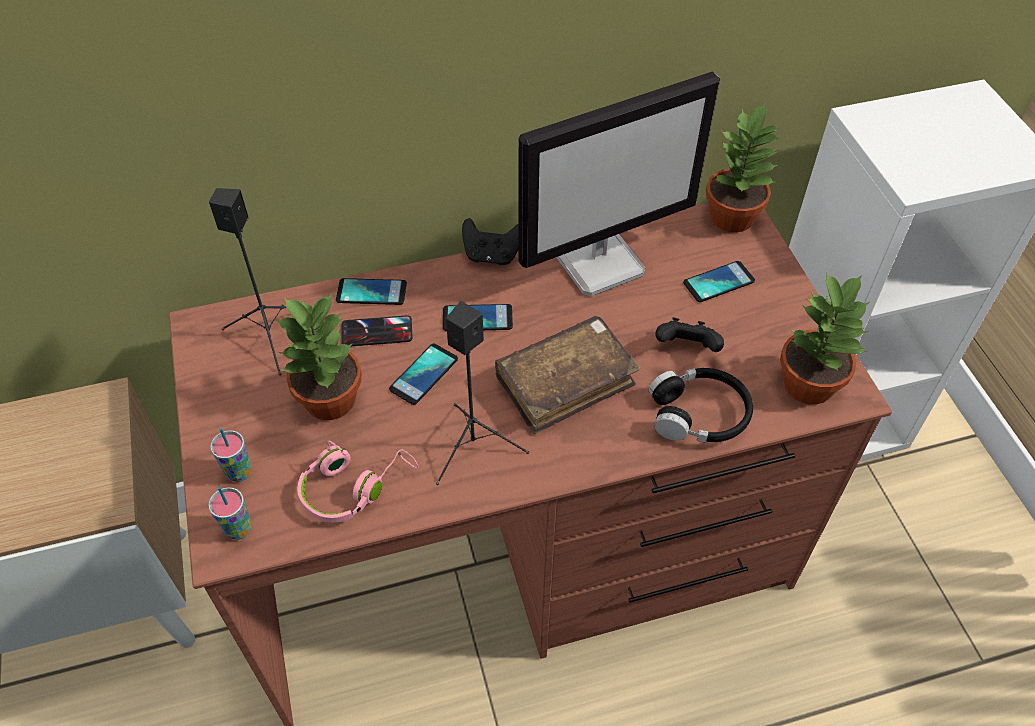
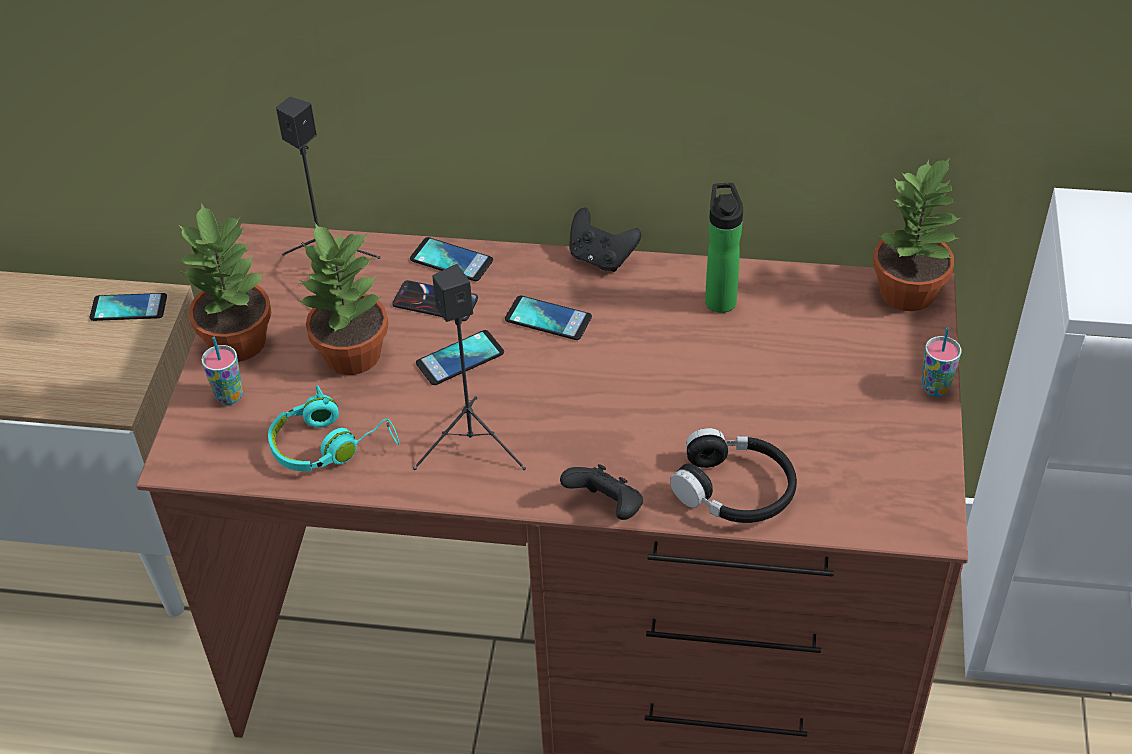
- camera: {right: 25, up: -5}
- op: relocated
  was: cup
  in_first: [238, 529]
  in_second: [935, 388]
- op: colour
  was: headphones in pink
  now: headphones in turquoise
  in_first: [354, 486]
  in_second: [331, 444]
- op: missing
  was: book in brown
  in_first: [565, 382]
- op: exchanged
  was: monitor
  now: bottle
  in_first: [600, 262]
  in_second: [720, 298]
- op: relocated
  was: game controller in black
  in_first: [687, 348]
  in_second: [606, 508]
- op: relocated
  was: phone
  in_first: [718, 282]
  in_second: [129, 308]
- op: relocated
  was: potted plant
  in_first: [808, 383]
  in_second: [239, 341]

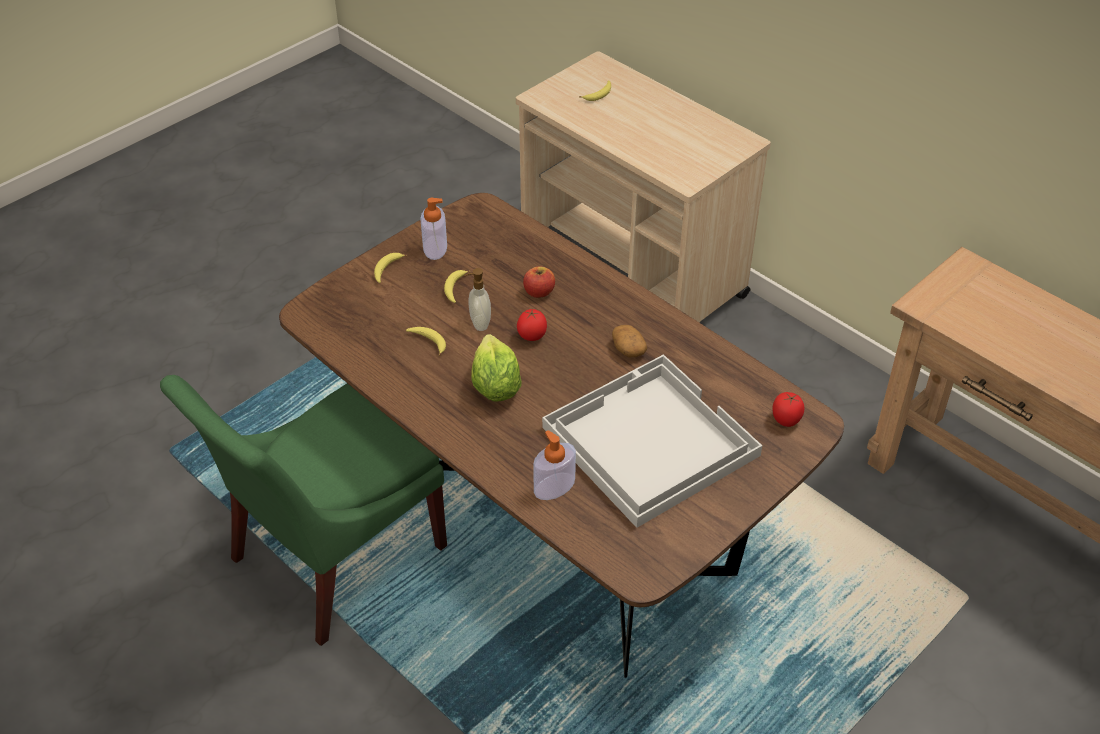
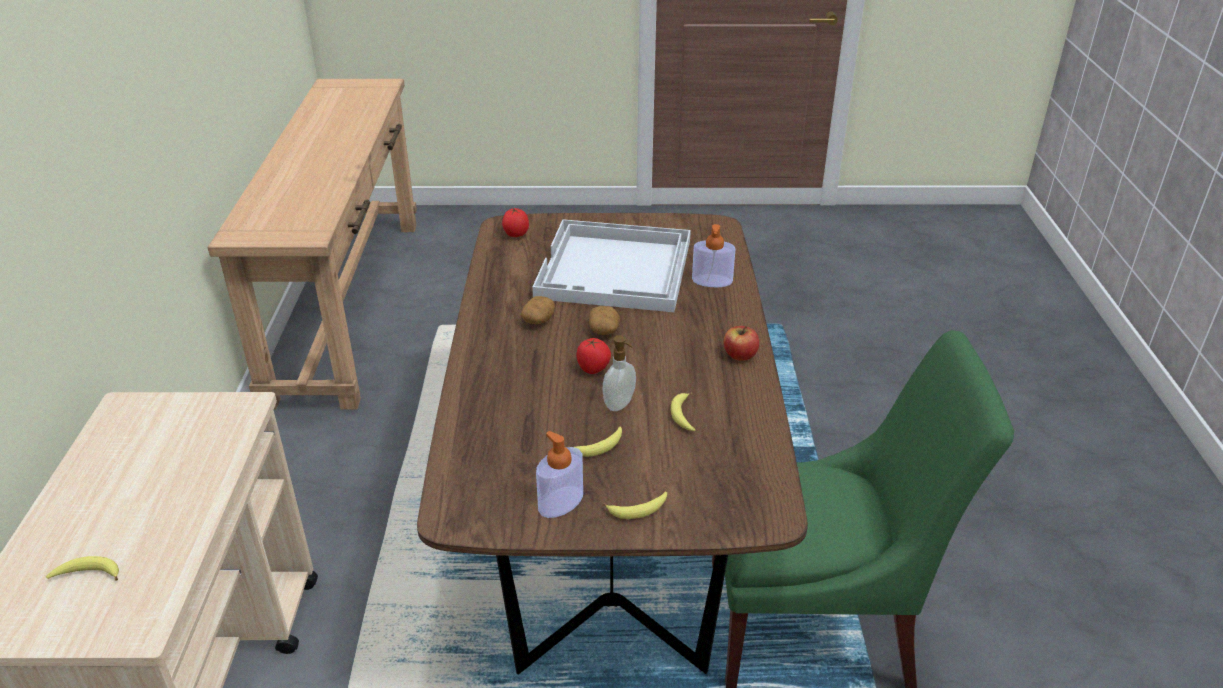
- camera: {right: -135, up: -10}
- op: missing
  was: lettuce
  in_first: [495, 386]
- op: relocated
  was: apple
  in_first: [539, 292]
  in_second: [740, 355]
- op: appeared
  now: potato
  in_second: [604, 330]

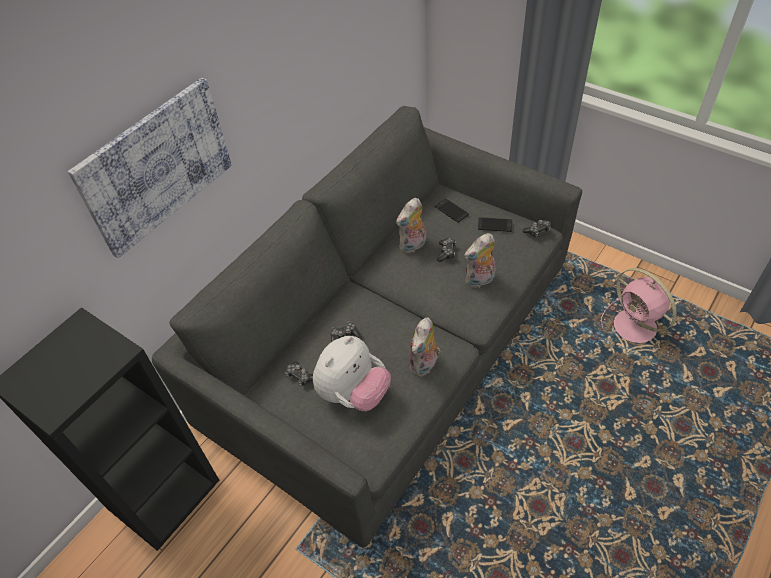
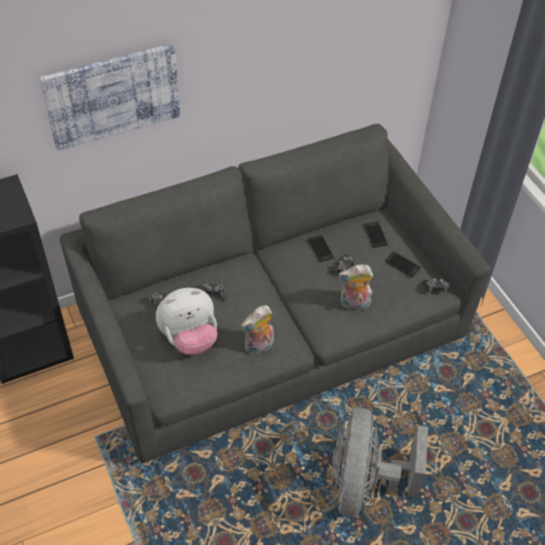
- camera: {right: 25, up: 0}
- op: exchanged
  was: plush toy
  now: phone
  in_first: [413, 246]
  in_second: [320, 248]
- op: missing
  was: fan in pink
  in_first: [636, 328]
- op: appeared
  now: fan in grey
  in_second: [364, 484]

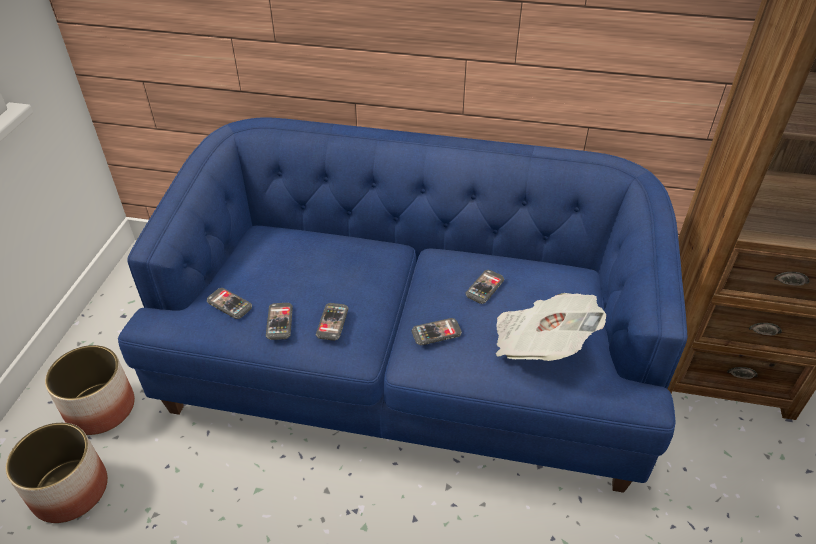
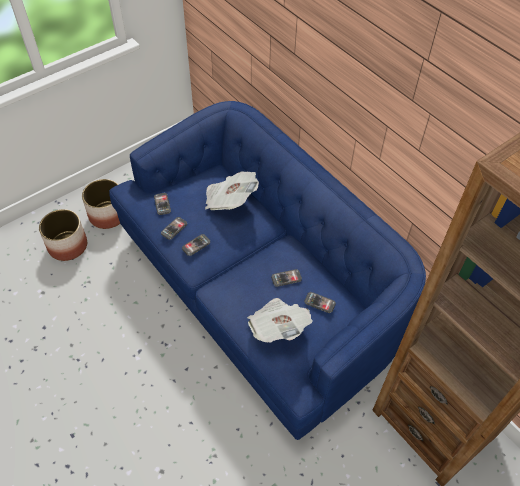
- camera: {right: 40, up: 10}
- op: relocated
  was: phone
  in_first: [436, 333]
  in_second: [319, 303]
- op: appeared
  now: newspaper
  in_second: [230, 200]

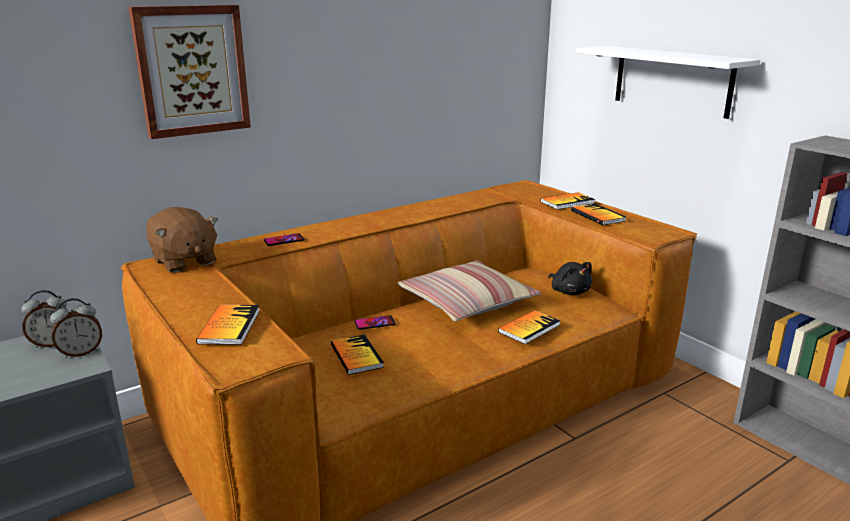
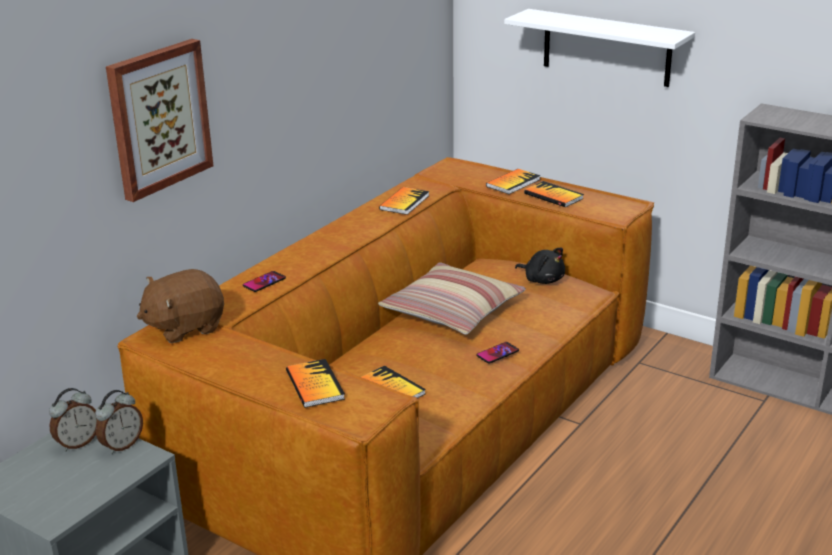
- camera: {right: -20, up: 5}
- op: spun
  was: plush toy in brown
  in_first: [184, 262]
  in_second: [184, 327]
  clockwise: 120
- op: relocated
  was: phone
  in_first: [375, 323]
  in_second: [497, 353]
- op: relocated
  was: book
  in_first: [529, 328]
  in_second: [404, 202]

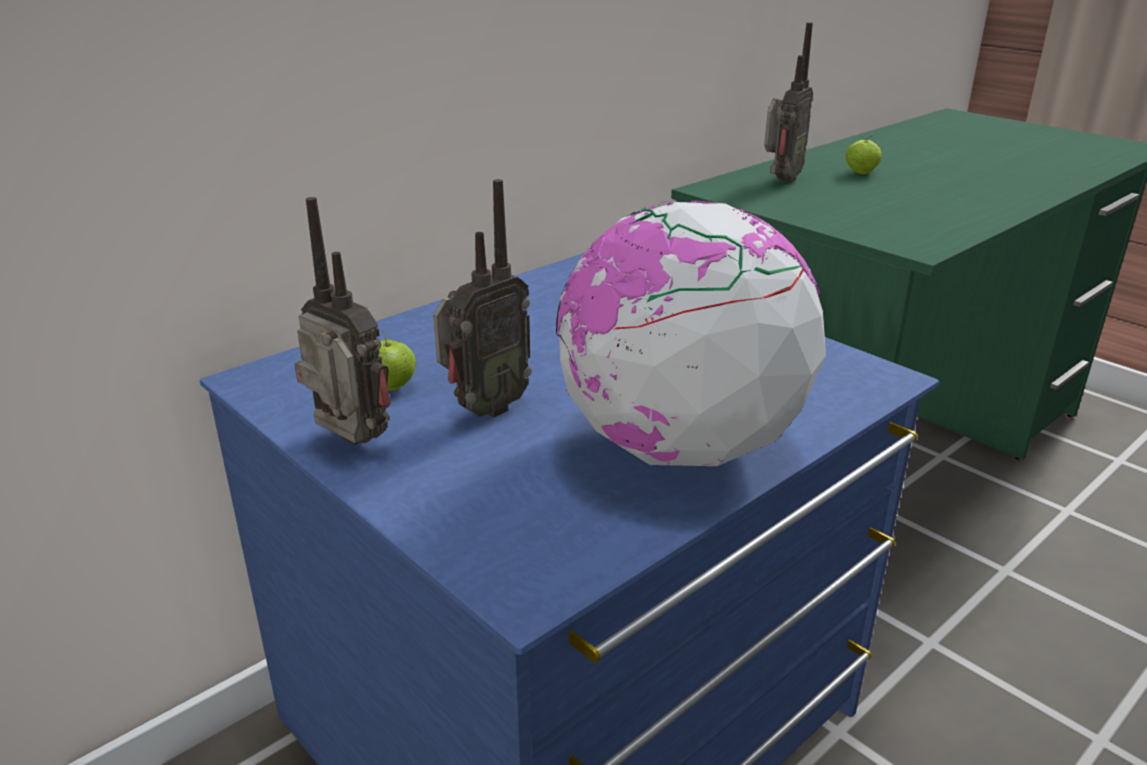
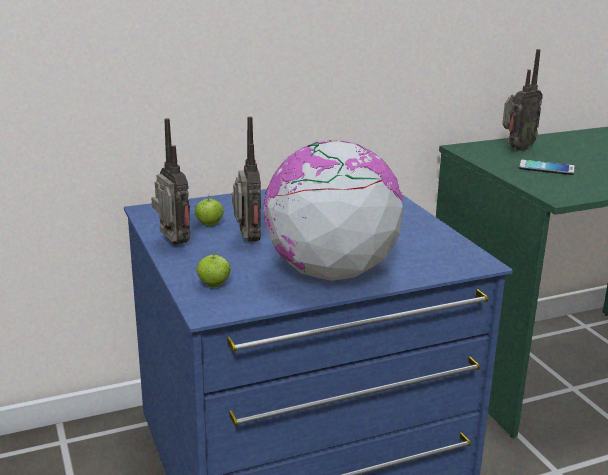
- camera: {right: 20, up: -5}
- op: spun
  was: radio
  in_first: [483, 409]
  in_second: [247, 241]
  clockwise: -75
- op: relocated
  was: apple
  in_first: [860, 173]
  in_second: [214, 284]
- op: appeared
  now: phone
  in_second: [546, 168]

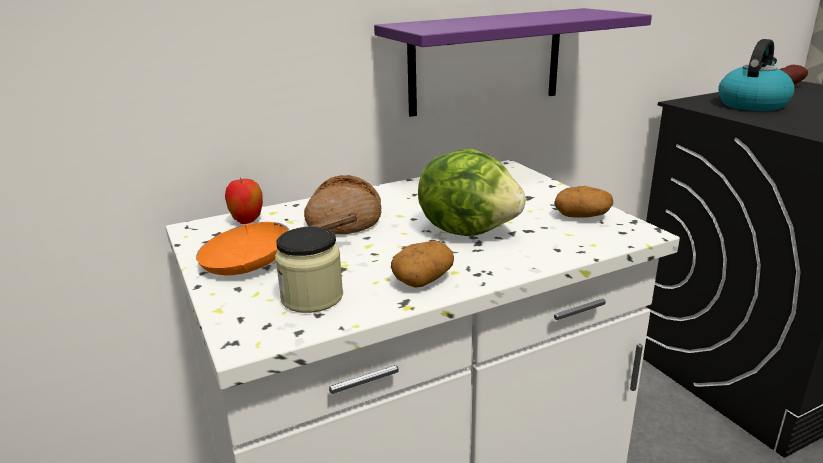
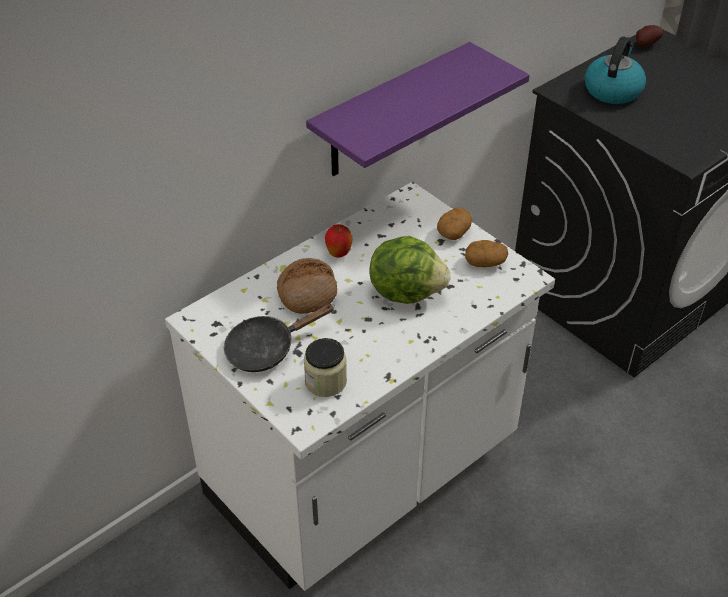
- camera: {right: -15, up: 20}
- op: colour
  was: frying pan in orange
  now: frying pan in black
  in_first: [258, 259]
  in_second: [266, 349]
- op: relocated
  was: apple
  in_first: [247, 221]
  in_second: [339, 254]
- op: relocated
  was: potato
  in_first: [423, 279]
  in_second: [453, 232]

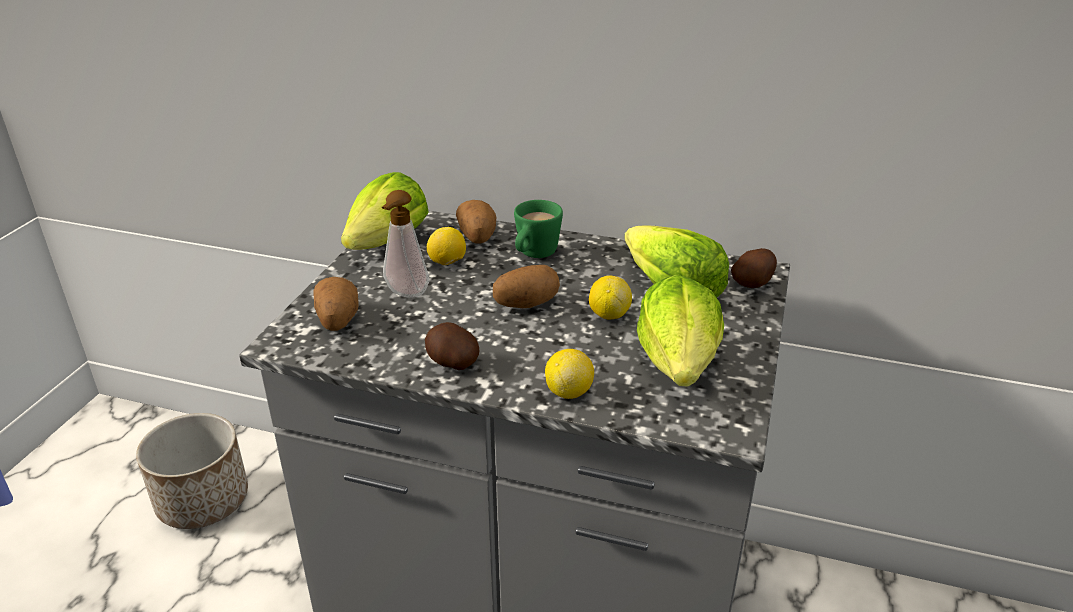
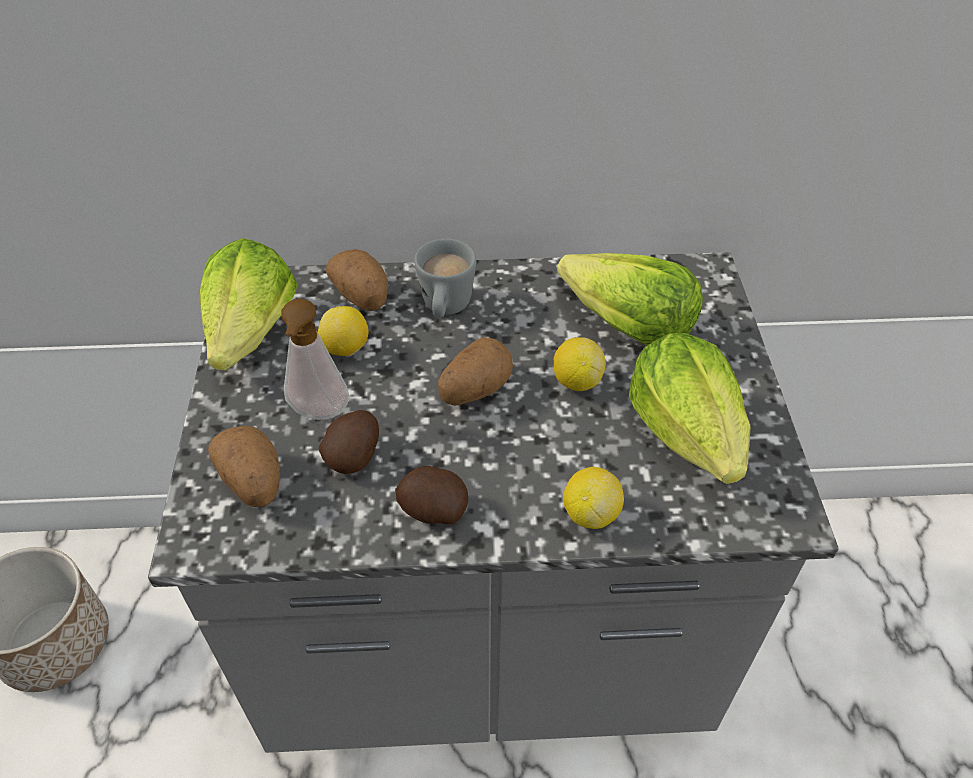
- camera: {right: -20, up: 15}
- op: colour
  was: mug in green
  now: mug in grey
  in_first: [534, 255]
  in_second: [445, 309]
- op: relocated
  was: potato
  in_first: [753, 283]
  in_second: [355, 455]

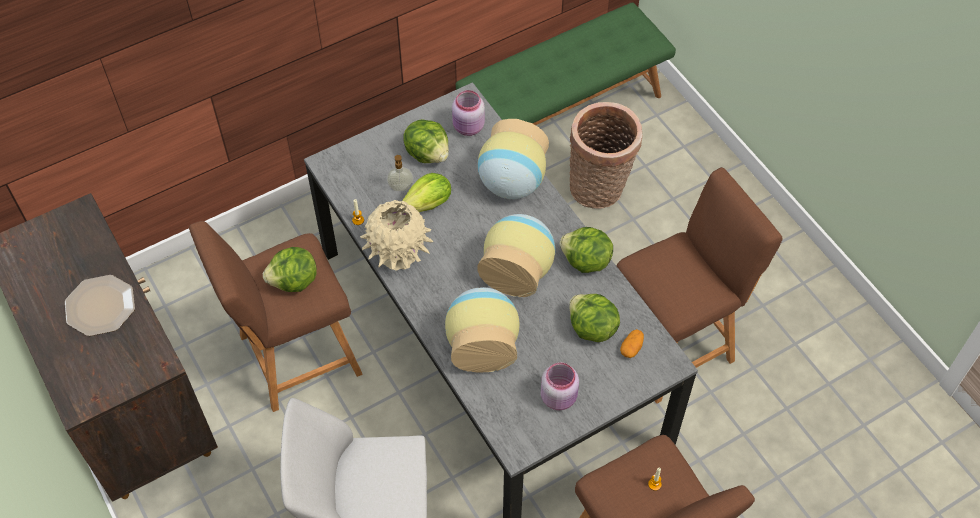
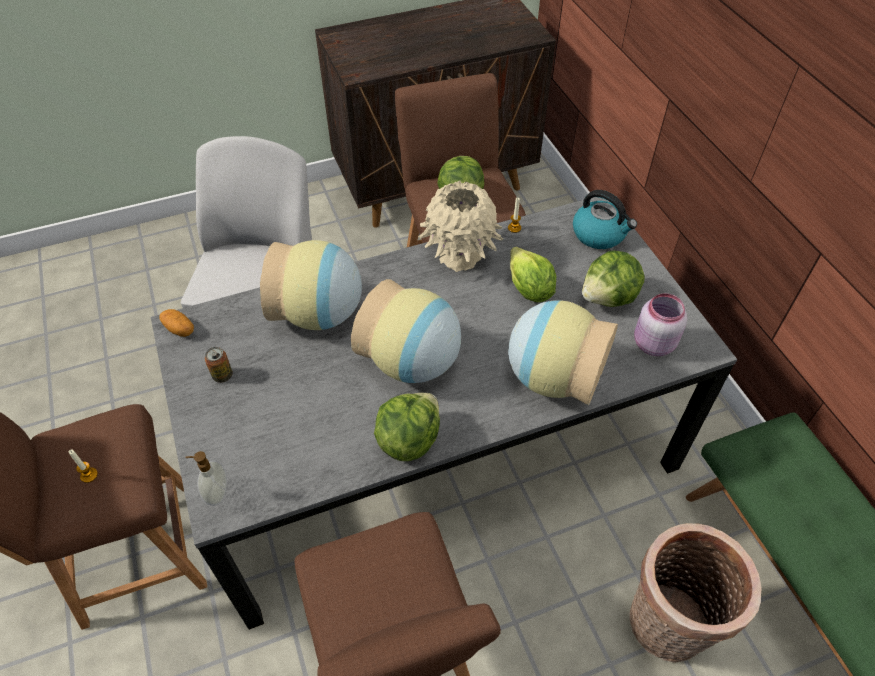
- camera: {right: 100, up: -5}
- op: missing
  was: plate
  in_first: [100, 307]
- op: relocated
  was: soap dispenser
  in_first: [401, 188]
  in_second: [216, 493]
- op: exchanged
  was: jar in pink
  now: can
  in_first: [559, 397]
  in_second: [222, 375]
- op: missing
  was: lettuce
  in_first: [591, 328]
- op: relocated
  was: potato
  in_first: [631, 348]
  in_second: [179, 329]
- op: appeared
  now: kettle
  in_second: [599, 234]

